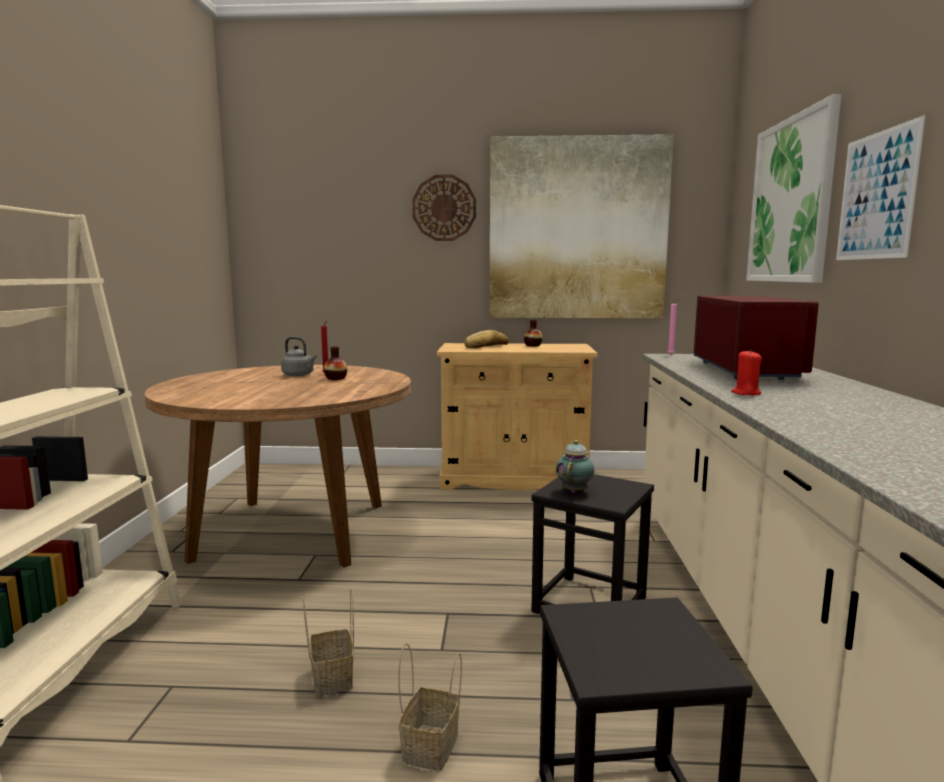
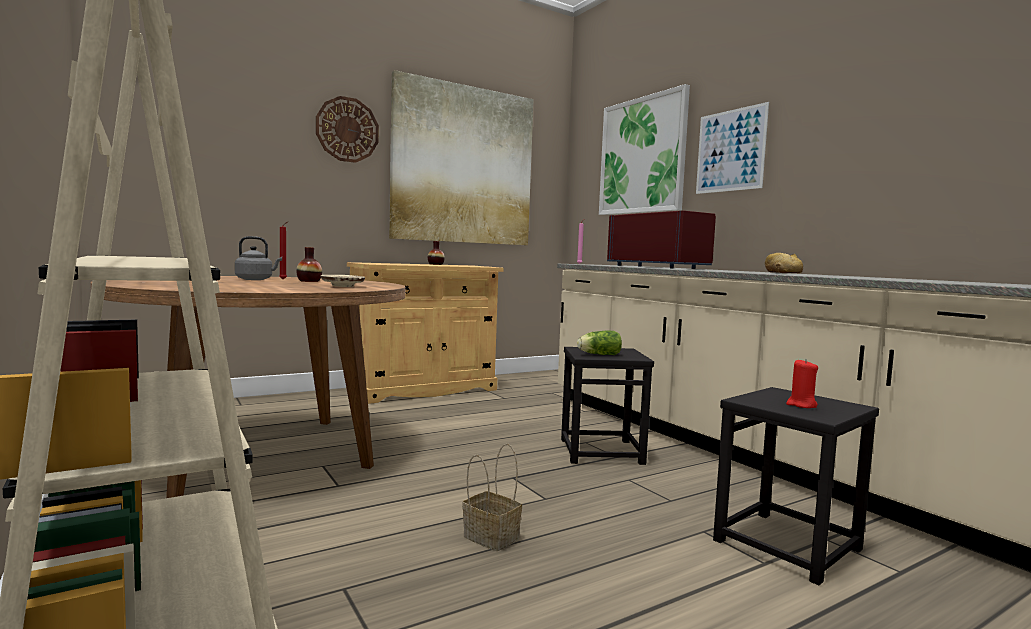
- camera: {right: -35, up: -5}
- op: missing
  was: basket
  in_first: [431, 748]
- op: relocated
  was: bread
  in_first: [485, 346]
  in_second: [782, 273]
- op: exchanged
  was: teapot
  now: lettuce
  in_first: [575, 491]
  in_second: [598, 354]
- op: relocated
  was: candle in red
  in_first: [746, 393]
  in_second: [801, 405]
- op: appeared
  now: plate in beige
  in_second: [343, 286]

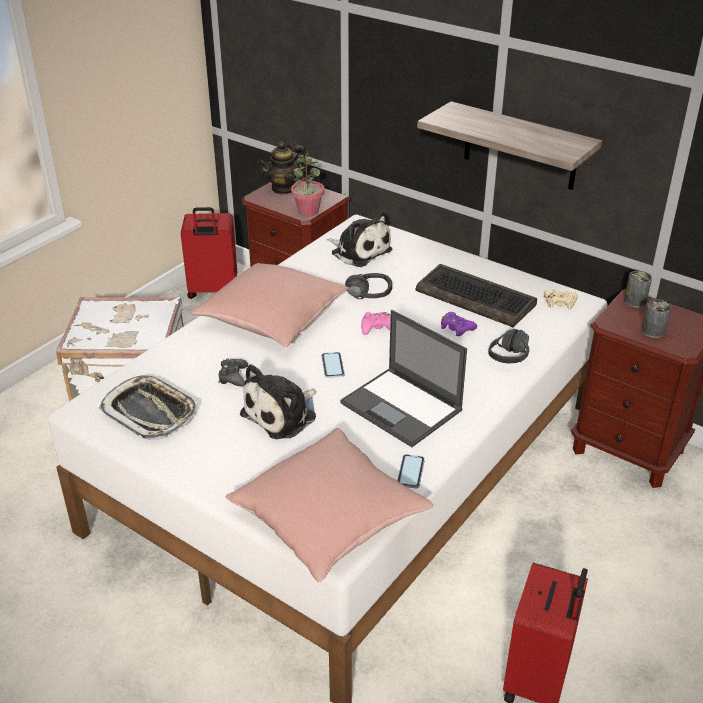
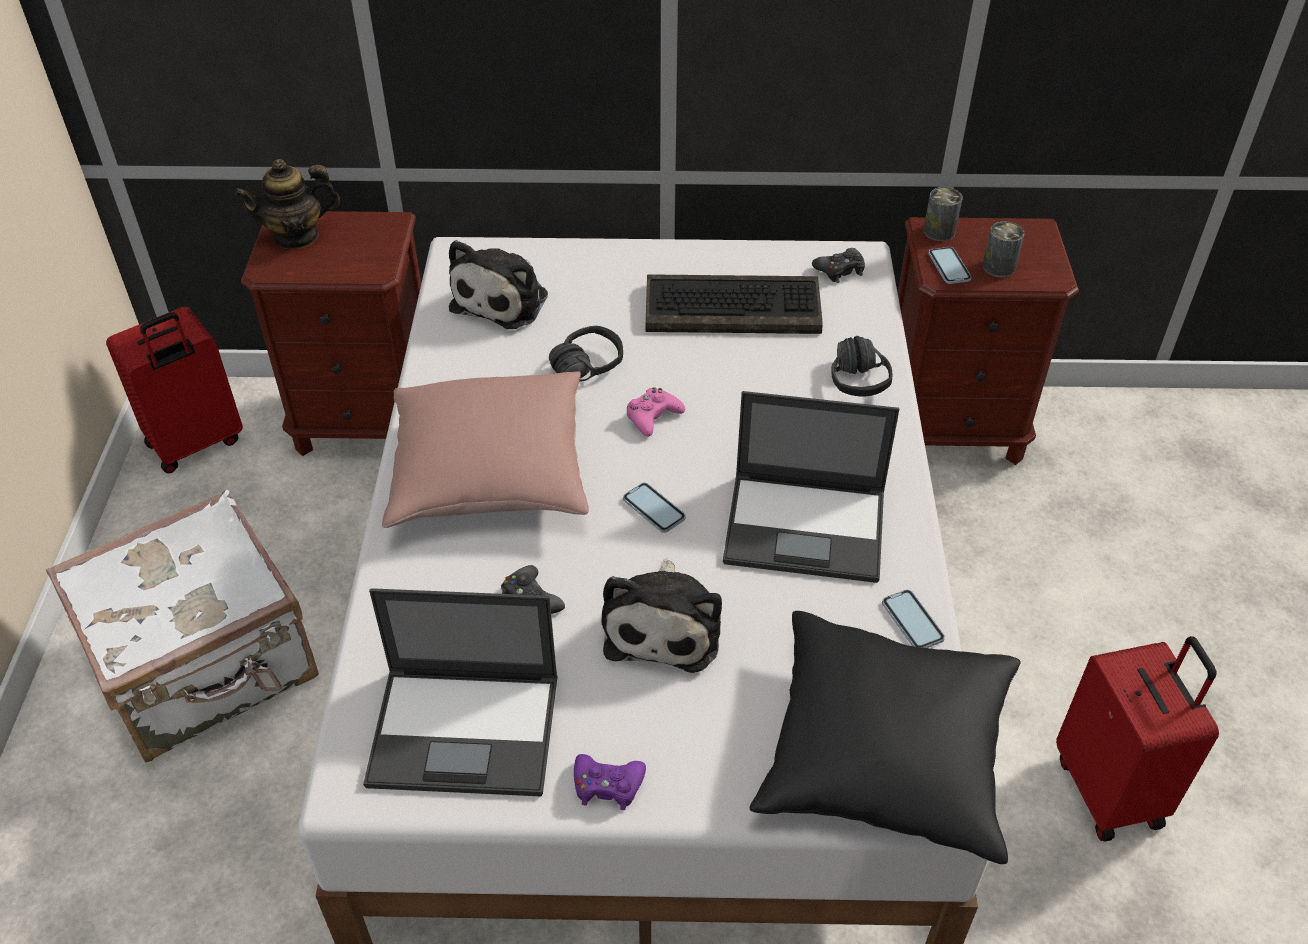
- camera: {right: -35, up: 10}
- op: exchanged
  was: tray
  now: laptop
  in_first: [150, 412]
  in_second: [467, 730]
- op: colour
  was: pillow in pink
  now: pillow in black
  in_first: [329, 519]
  in_second: [885, 753]
- op: spun
  was: teapot
  in_first: [284, 188]
  in_second: [297, 236]
  clockwise: 45
- op: missing
  was: potted plant
  in_first: [308, 212]
- op: spun
  was: plush toy
  in_first: [359, 251]
  in_second: [503, 299]
  clockwise: 105
- op: missing
  was: shelf
  in_first: [520, 146]
- op: relocated
  was: game controller in purple
  in_first: [456, 328]
  in_second: [607, 785]
- op: colour
  was: game controller in beige
  now: game controller in black
  in_first: [559, 303]
  in_second: [840, 270]
- op: appeared
  now: phone
  in_second: [949, 267]

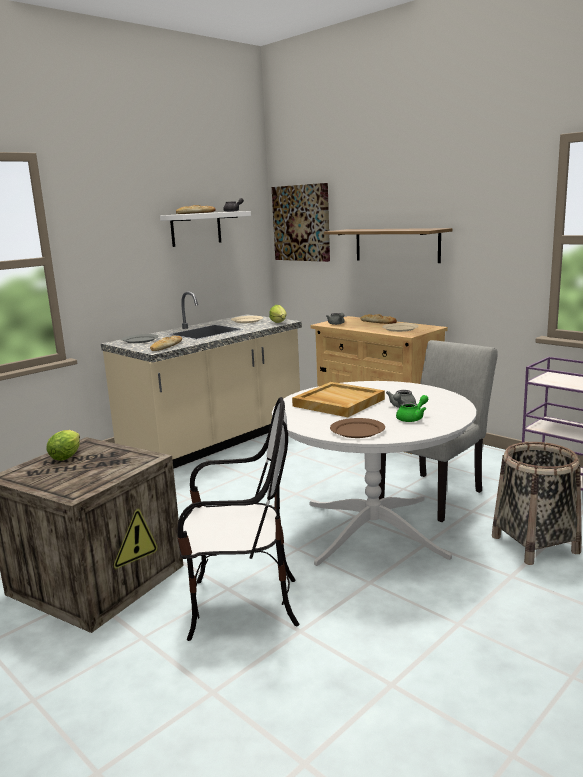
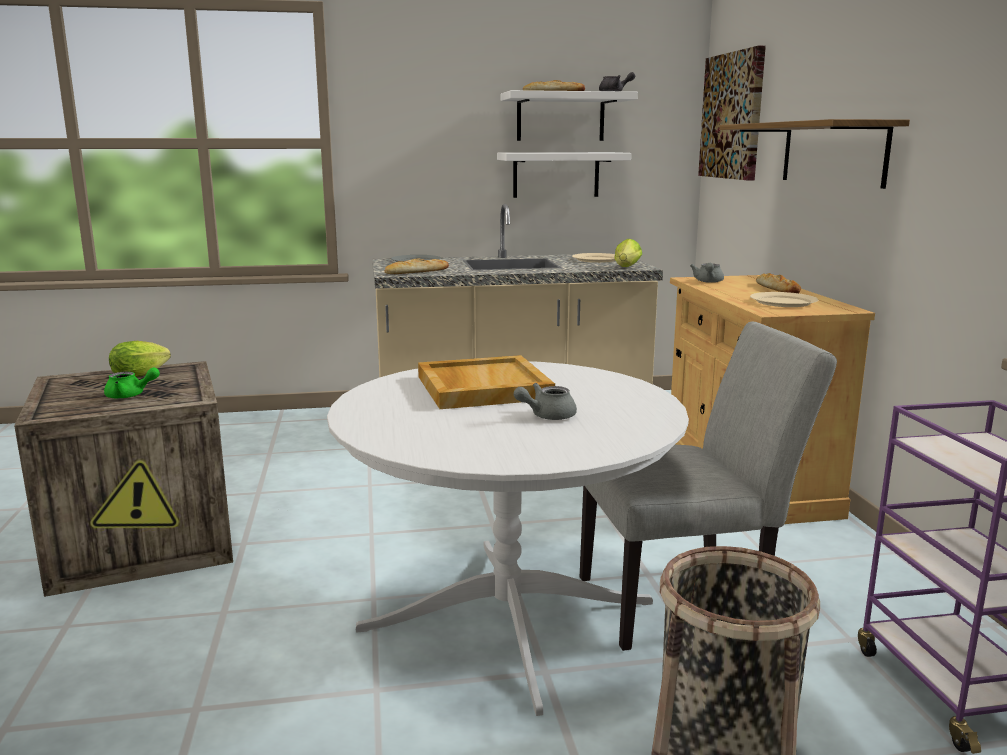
- camera: {right: 35, up: 0}
- op: missing
  was: chair
  in_first: [241, 606]
- op: missing
  was: plate in brown
  in_first: [357, 430]
- op: relocated
  was: teapot in green
  in_first: [412, 418]
  in_second: [130, 395]
- op: appeared
  now: shelf in white
  in_second: [556, 174]

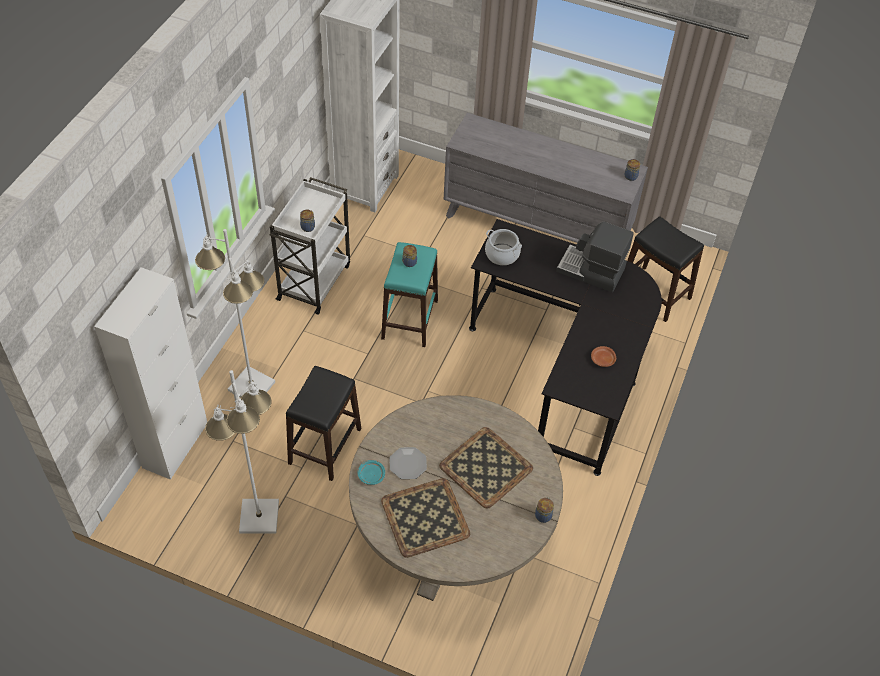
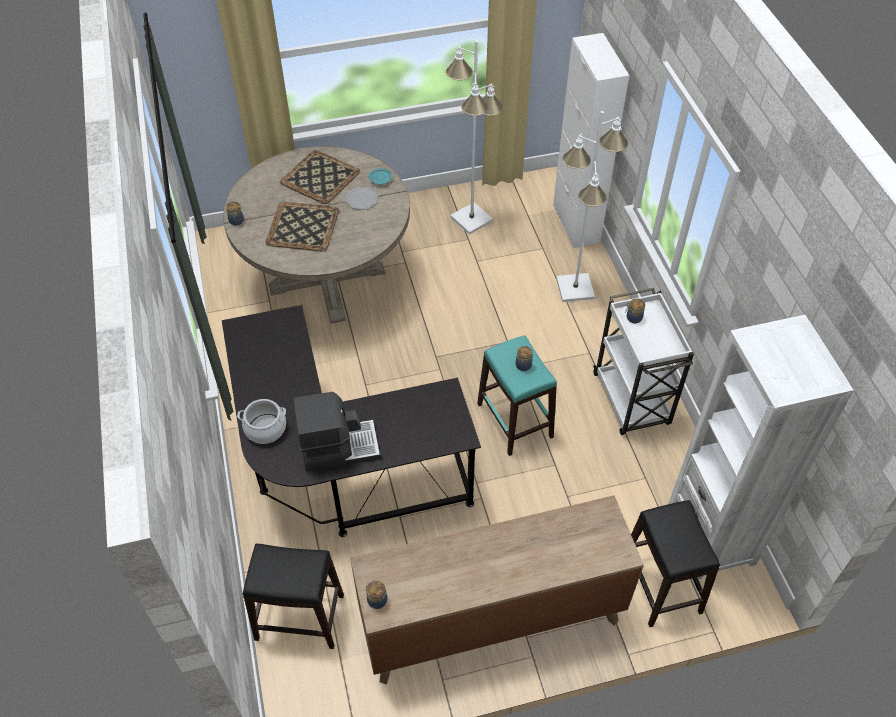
- camera: {right: 145, up: 0}
- op: relocated
  was: stool in black
  in_first: [324, 446]
  in_second: [661, 584]
- op: colour
  was: dresser in grey
  now: dresser in brown
  in_first: [537, 226]
  in_second: [491, 620]
- op: relocated
  was: cooking pot
  in_first: [502, 254]
  in_second: [265, 429]
- op: missing
  was: plate in brown
  in_first: [602, 359]

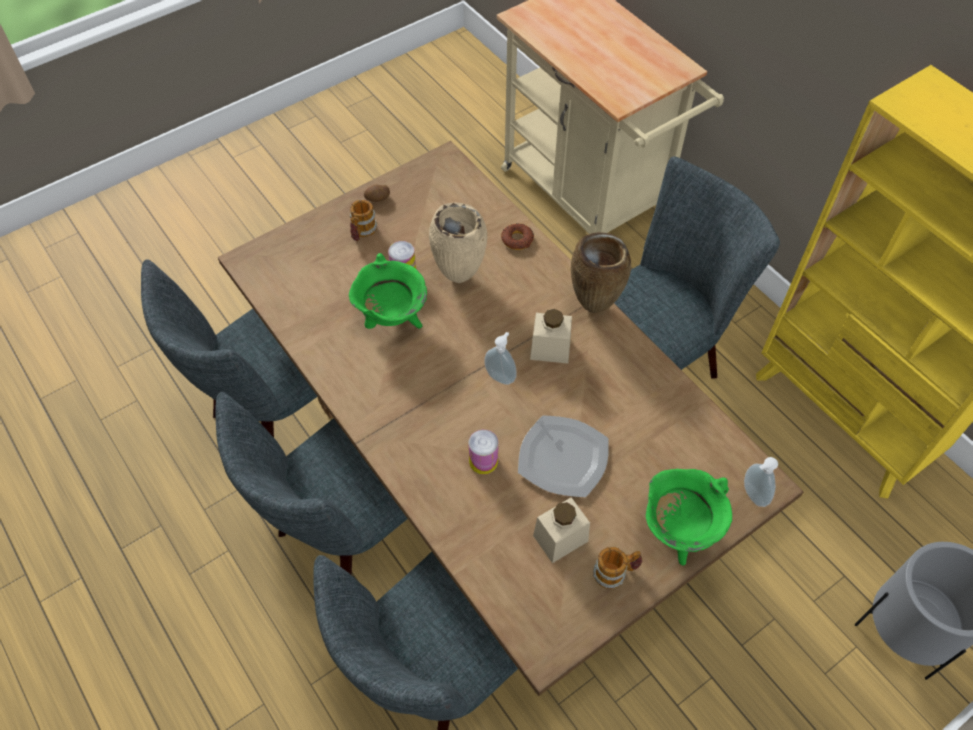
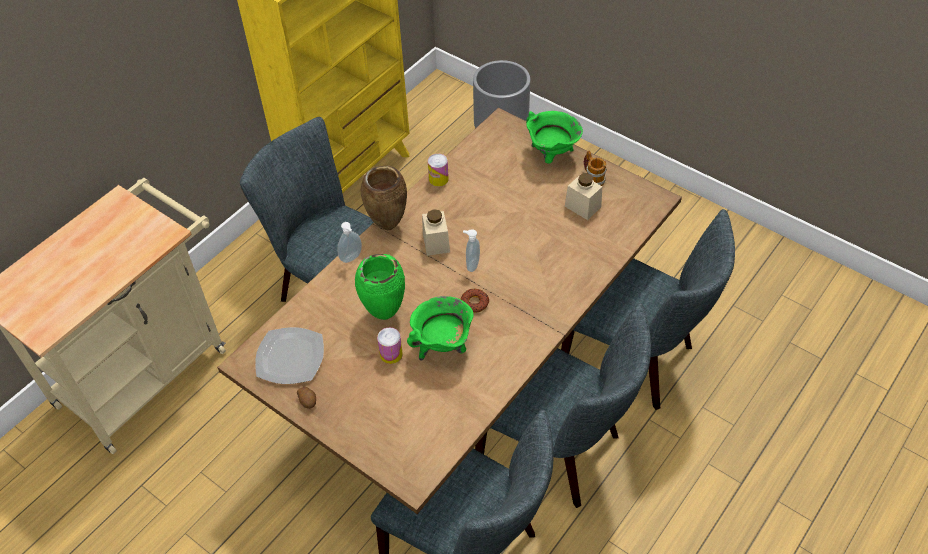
- camera: {right: -105, up: -5}
- op: missing
  was: mug
  in_first: [362, 232]
- op: colour
  was: vase in beige
  now: vase in green
  in_first: [460, 277]
  in_second: [384, 314]
- op: relocated
  was: can
  in_first: [483, 461]
  in_second: [438, 179]
- op: relocated
  was: donut
  in_first: [517, 239]
  in_second: [474, 303]
- op: relocated
  was: plate
  in_first: [562, 457]
  in_second: [289, 358]
- op: relocated
  was: soap dispenser
  in_first: [752, 496]
  in_second: [352, 258]

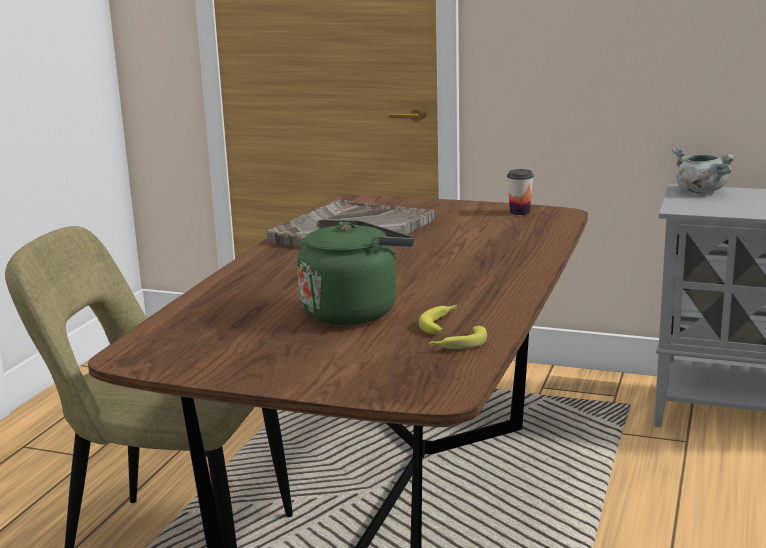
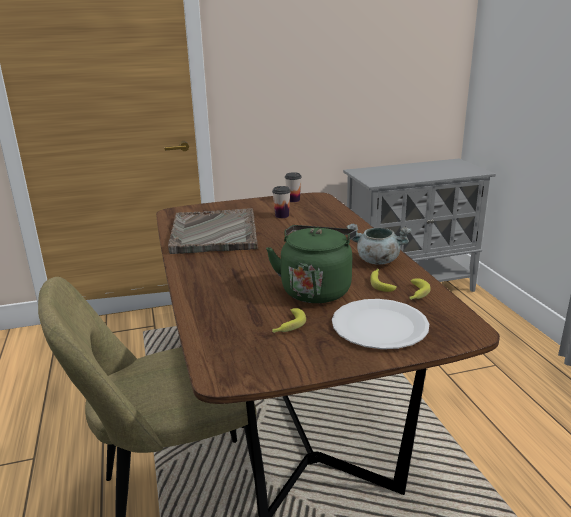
- camera: {right: -35, up: 5}
- op: relocated
  was: cooking pot in grey
  in_first: [699, 191]
  in_second: [376, 260]
- op: appeared
  now: cup
  in_second: [282, 216]
- op: appeared
  now: banana
  in_second: [287, 326]
- op: appeared
  now: plate in white
  in_second: [379, 326]

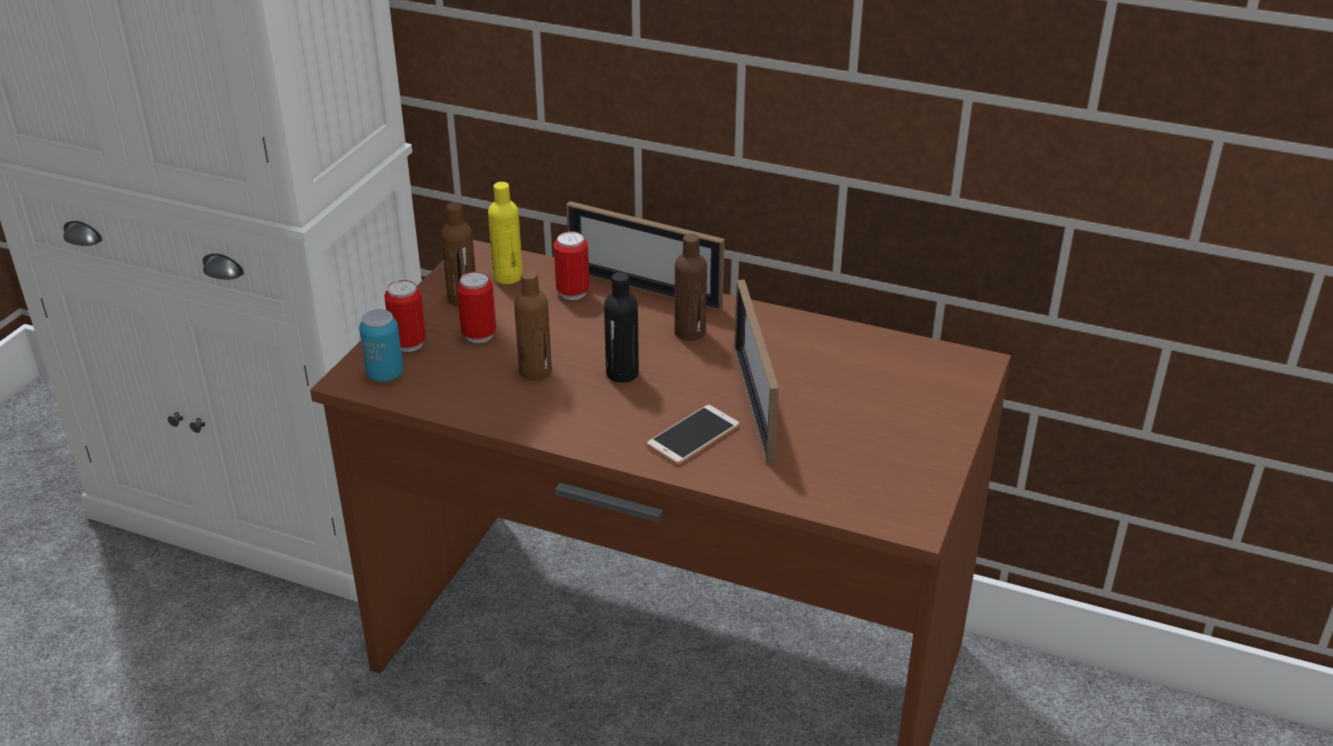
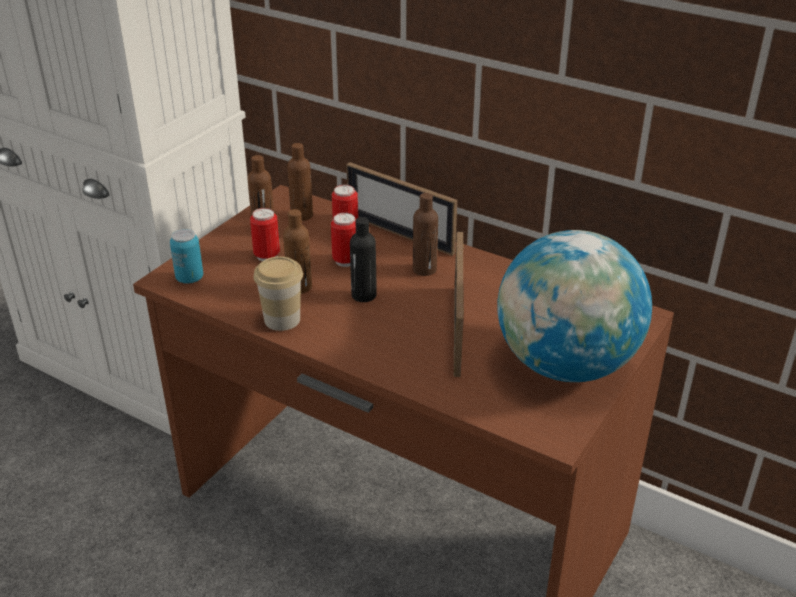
- camera: {right: 10, up: 0}
- op: relocated
  was: can
  in_first: [409, 344]
  in_second: [345, 261]
- op: colour
  was: bottle in yellow
  now: bottle in brown
  in_first: [508, 277]
  in_second: [302, 215]
- op: missing
  was: phone
  in_first: [693, 436]
- op: appeared
  now: cup
  in_second: [282, 319]
- op: appeared
  now: globe
  in_second: [565, 365]

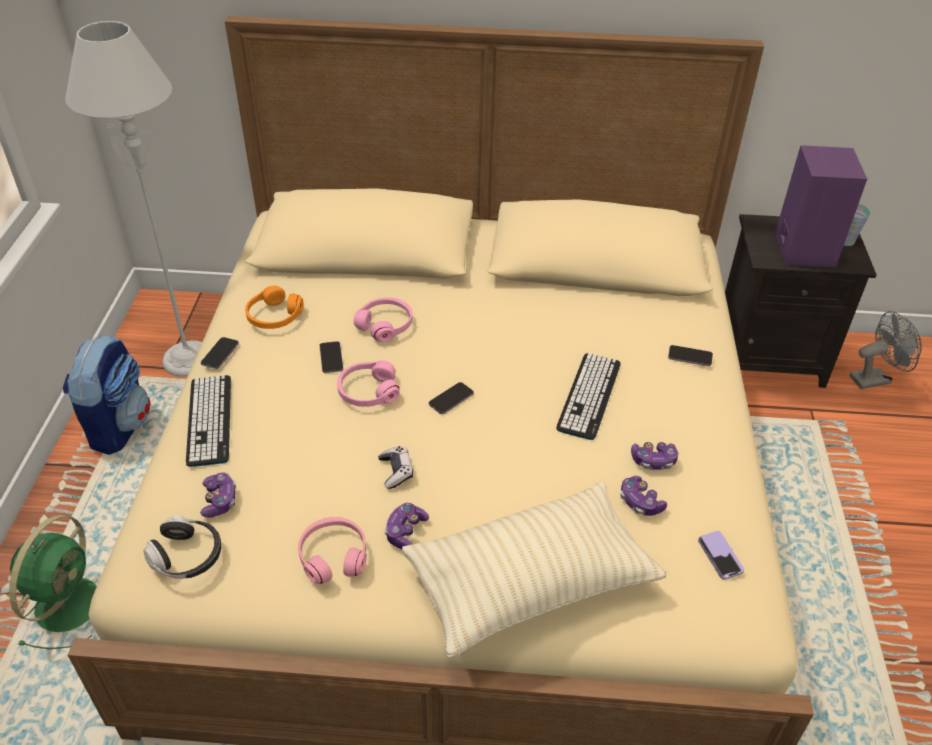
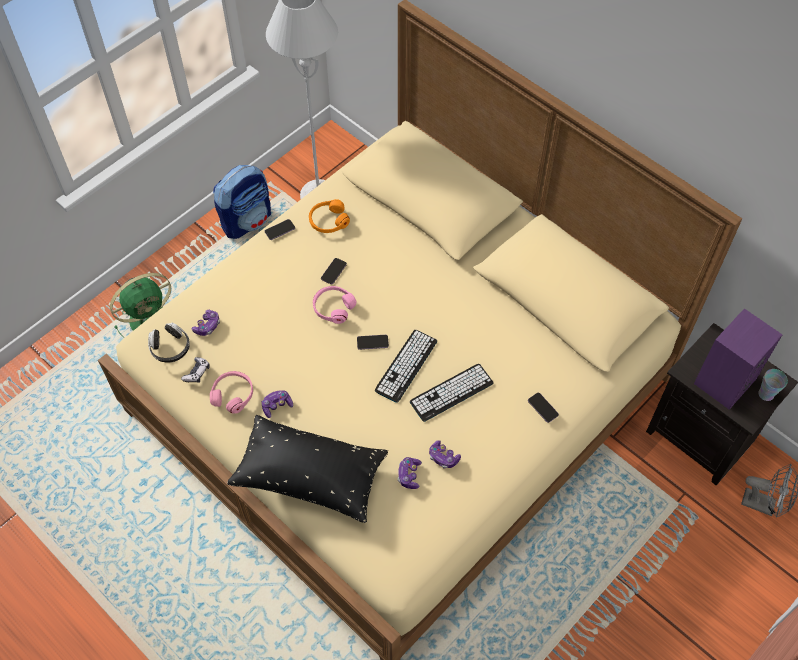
- camera: {right: 40, up: 15}
- op: relocated
  was: keyboard
  in_first: [209, 420]
  in_second: [406, 366]
- op: missing
  was: headphones in pink
  in_first: [385, 325]
- op: relocated
  was: game controller
  in_first: [396, 471]
  in_second: [197, 373]
- op: colour
  was: pillow in beige
  now: pillow in black
  in_first: [530, 582]
  in_second: [310, 476]
- op: missing
  was: phone
  in_first: [720, 556]

